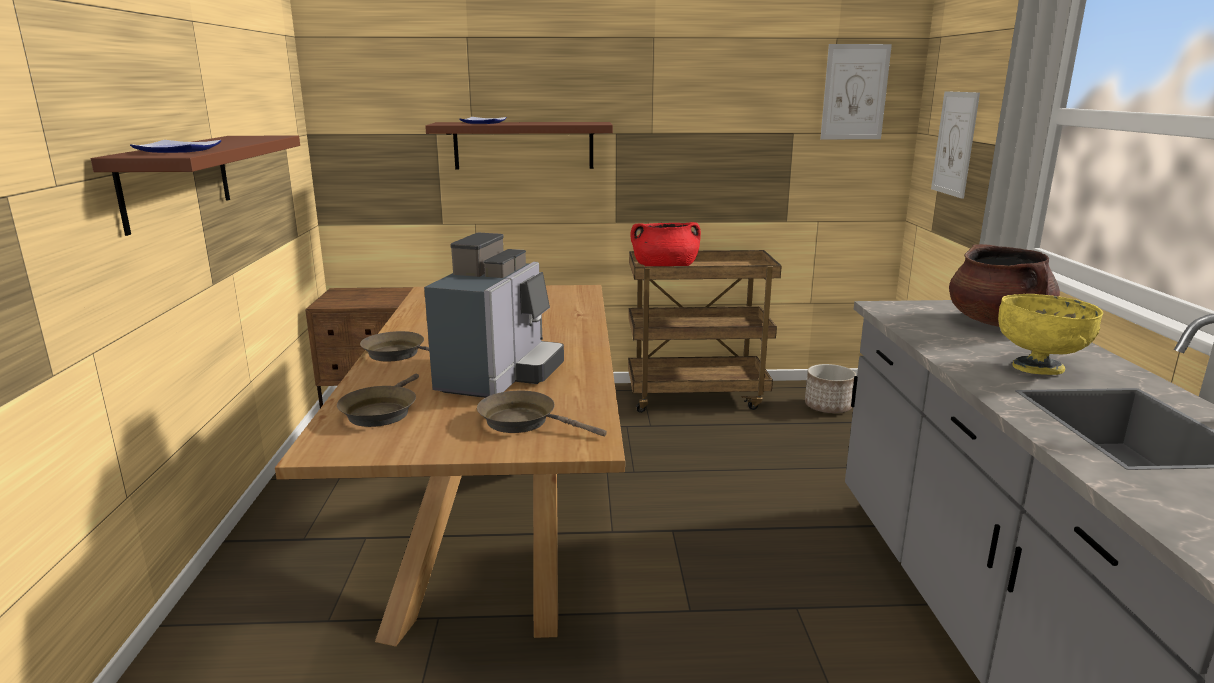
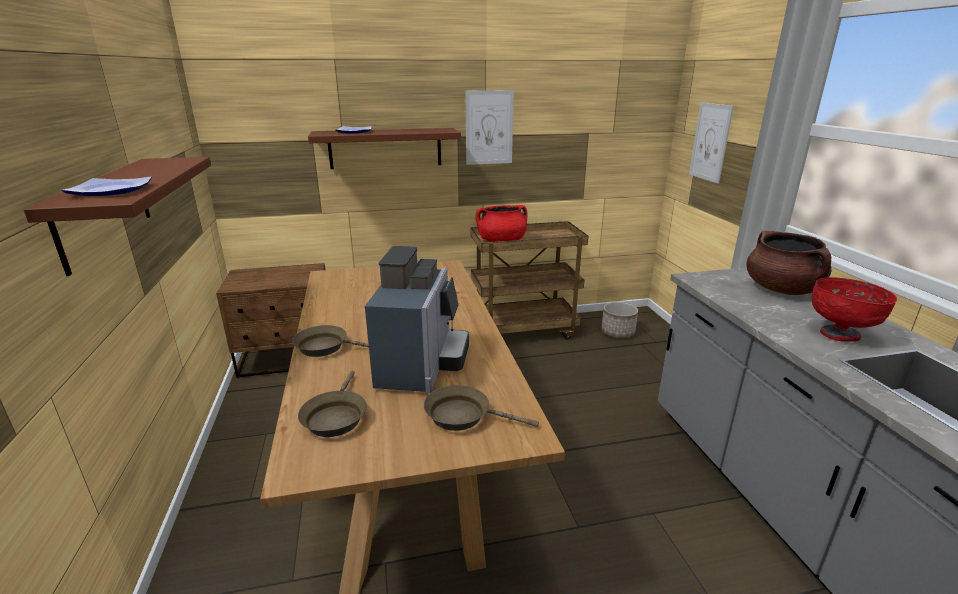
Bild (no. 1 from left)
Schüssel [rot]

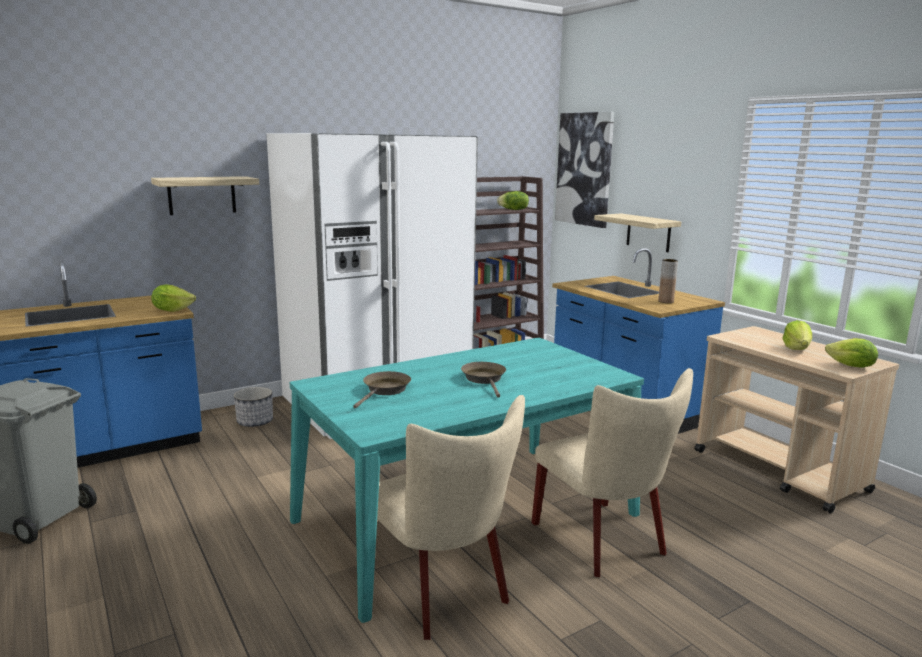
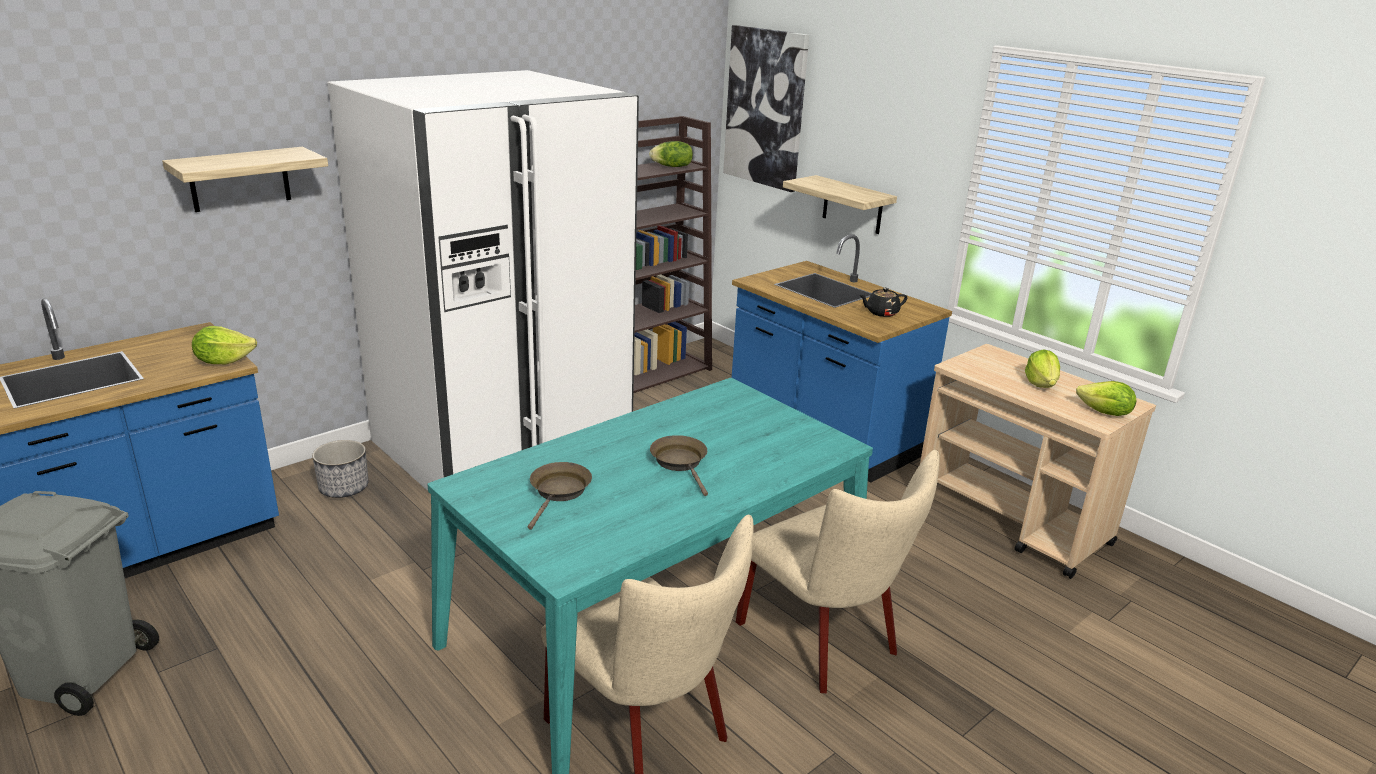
Teekanne [schwarz]

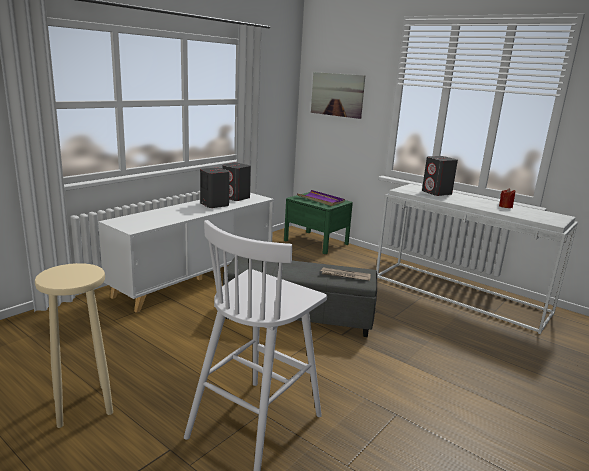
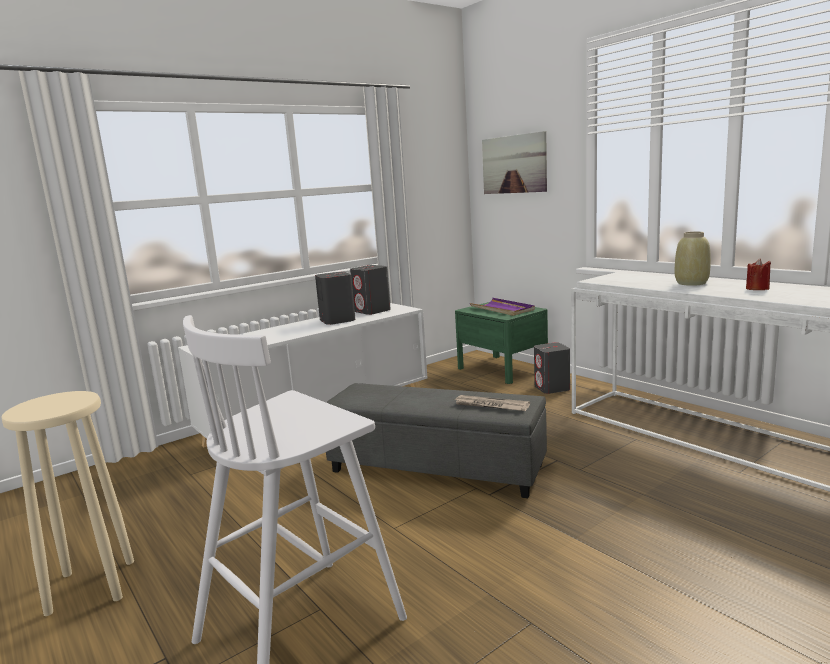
Lautsprecher [grau] (no. 3 from left)
Vase [beige]

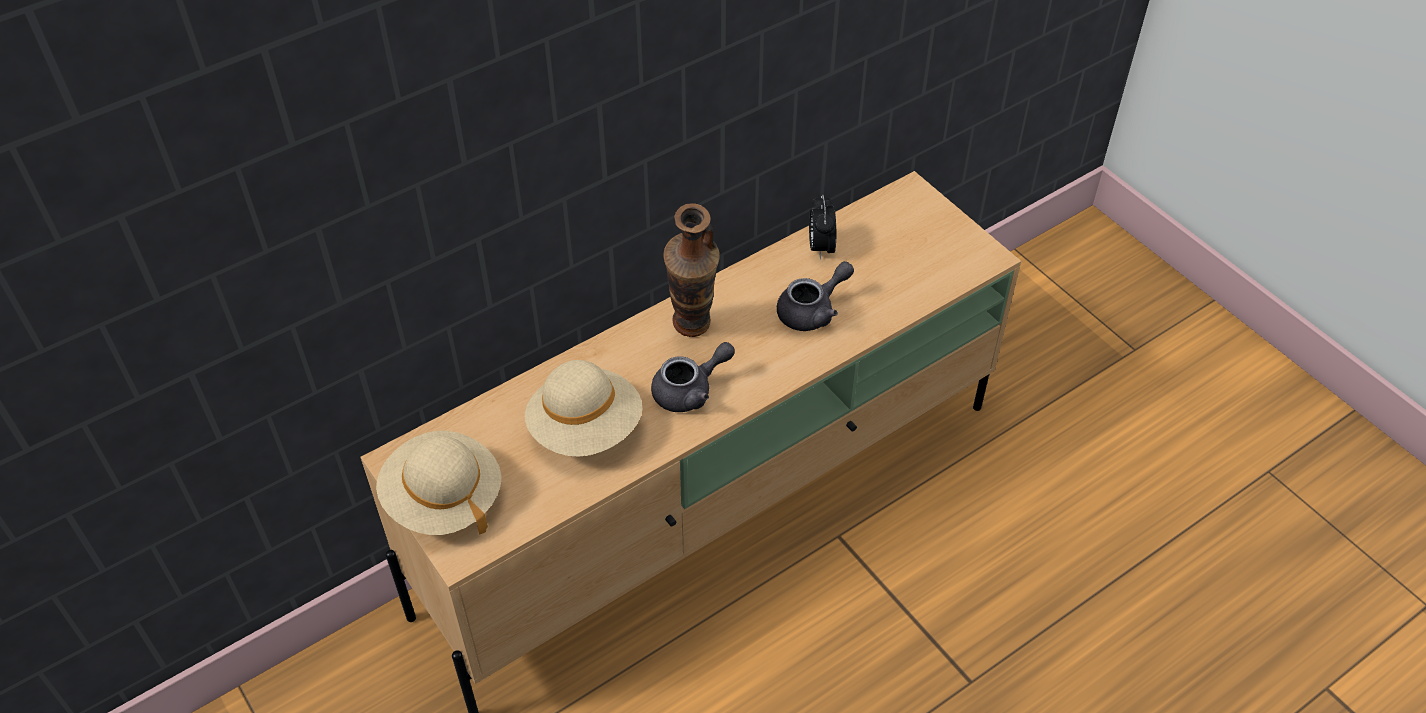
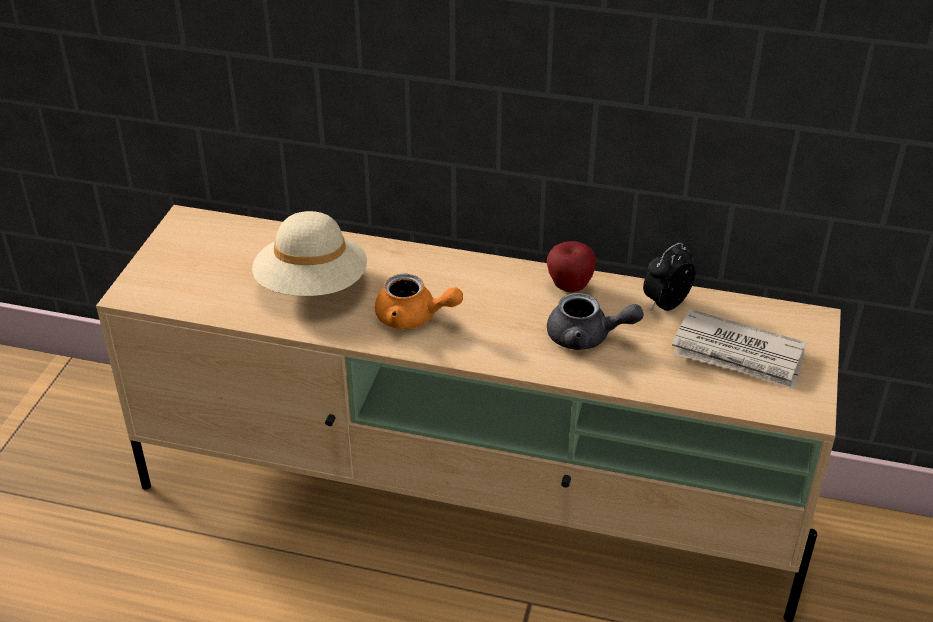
Teekanne [orange]
Apfel
Zeitung
Hut [beige] (no. 1 from left in the first image)
Vase

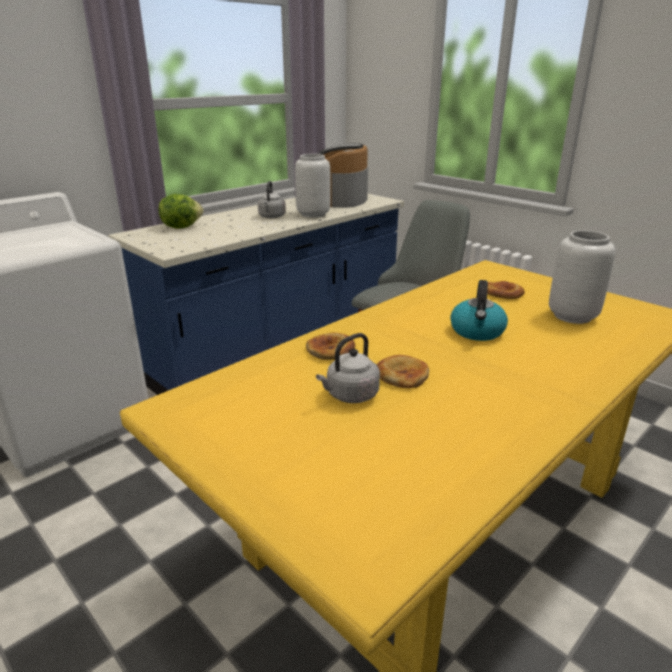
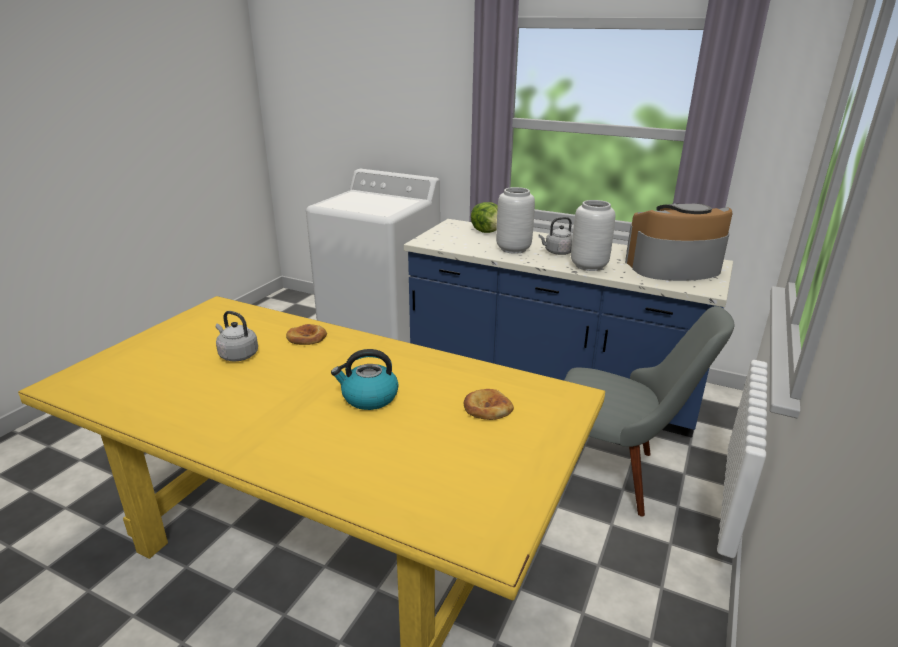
Vase [grau] (no. 1 from left)
Brot (no. 2 from left in the first image)

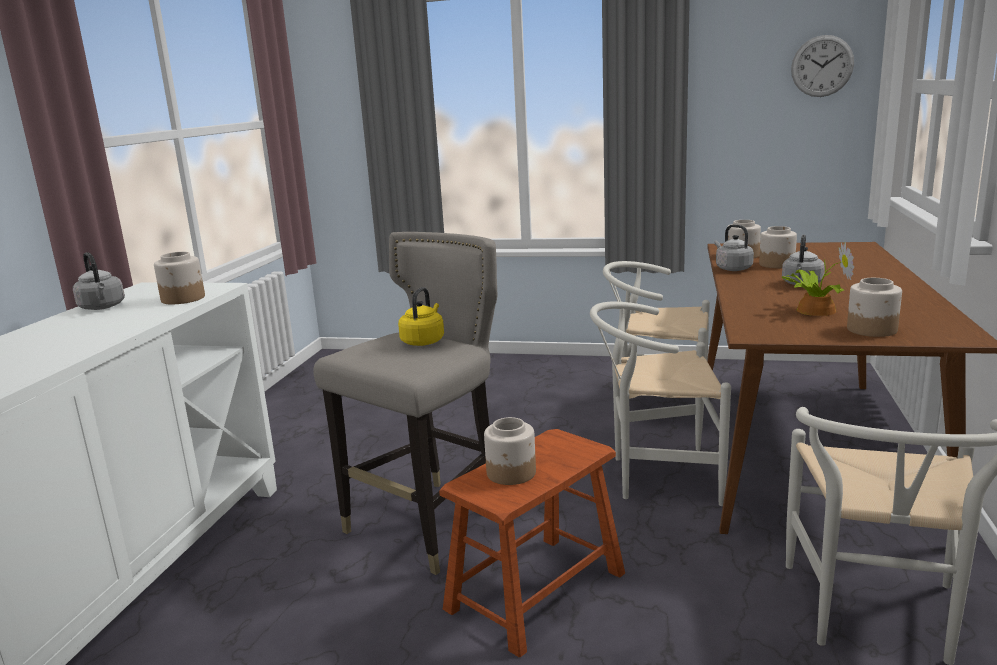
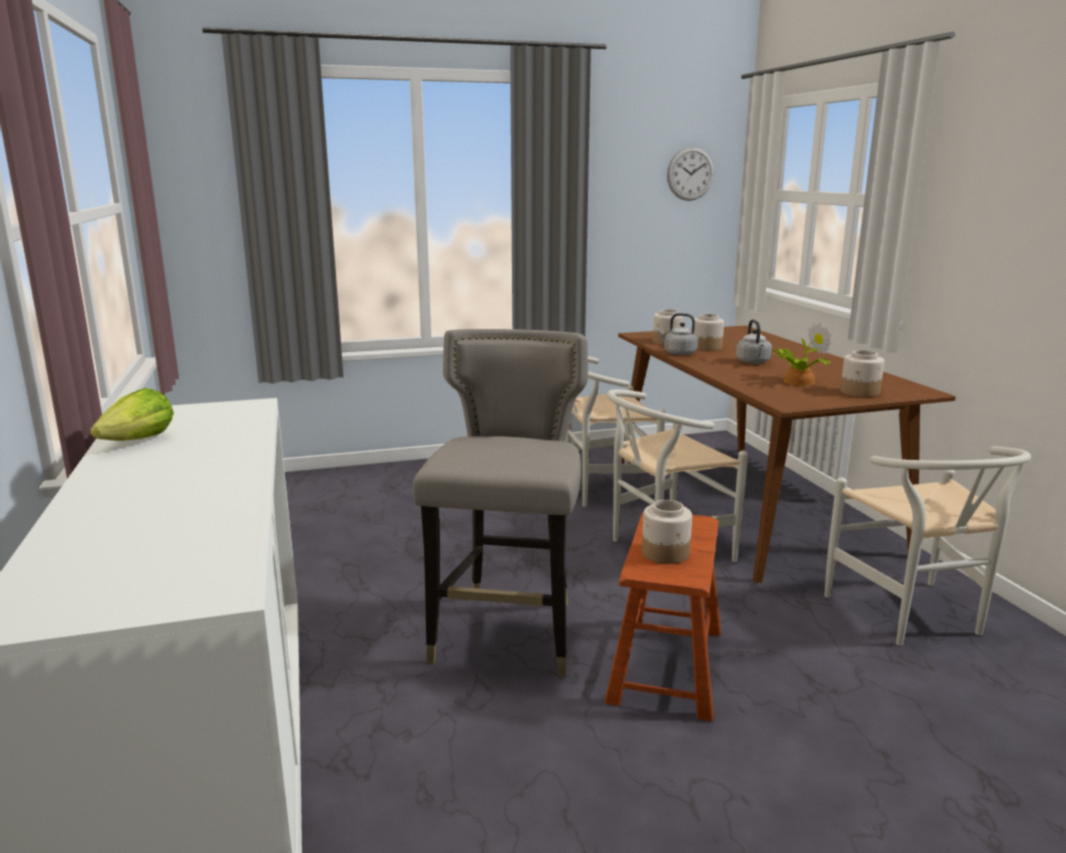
Salatkopf
Vorratsglas (no. 1 from left in the first image)
Wasserkessel [gelb]

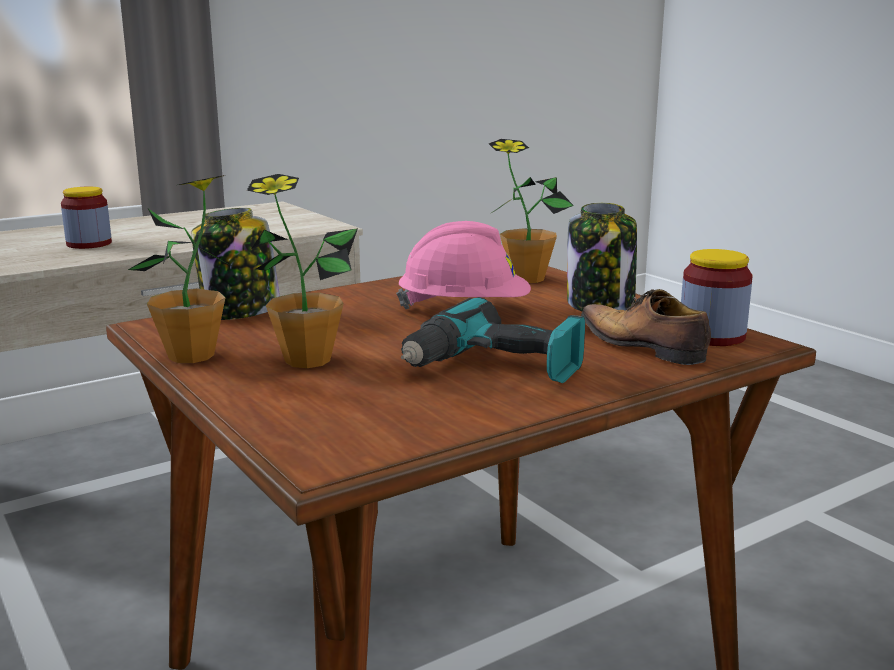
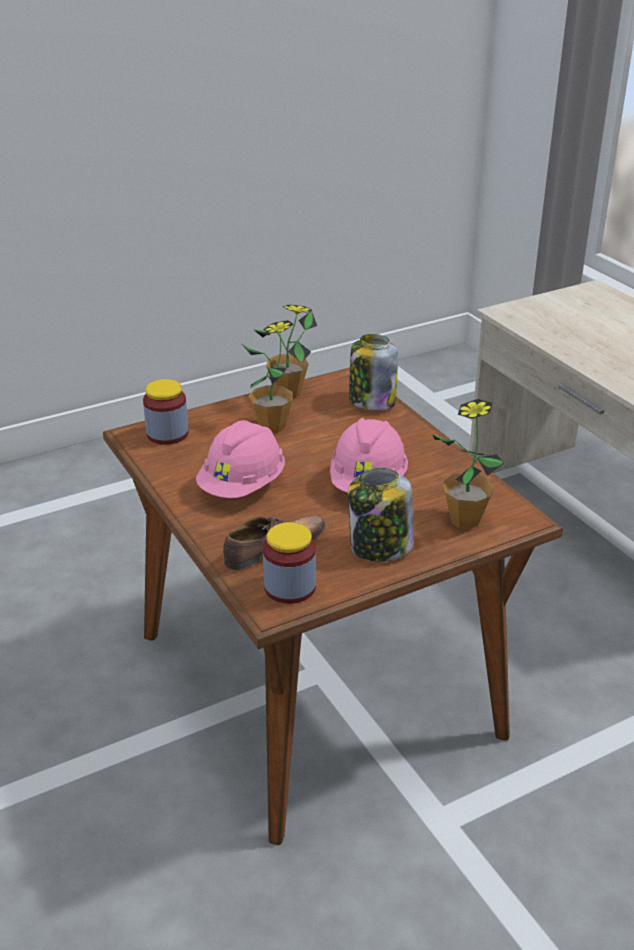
Vorratsglas (no. 1 from left)
Schutzhelm [rosa] (no. 1 from left)

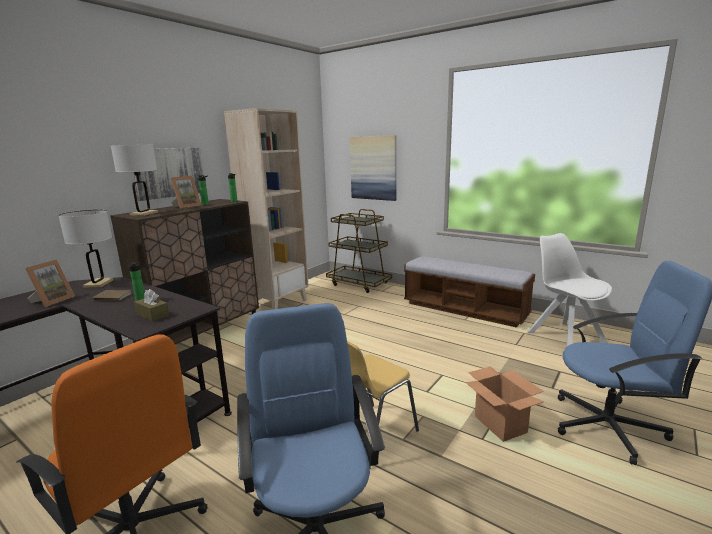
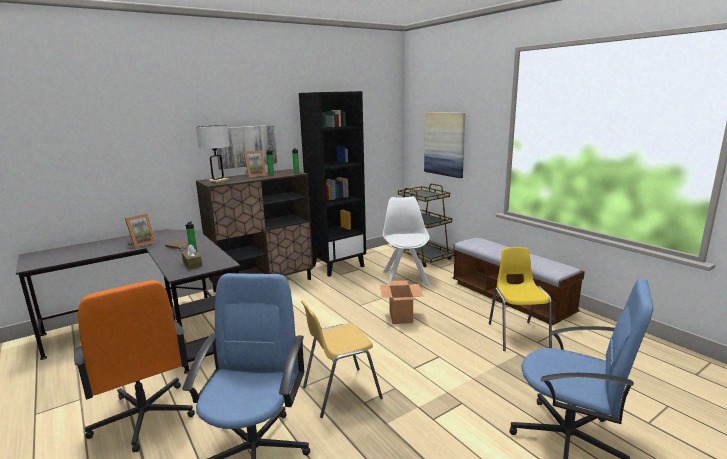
Bücherregal [schwarz]
Karton
Stuhl [weiß]
Stuhl [gelb] (no. 2 from left)
Tischlampe [weiß] (no. 1 from left in the first image)

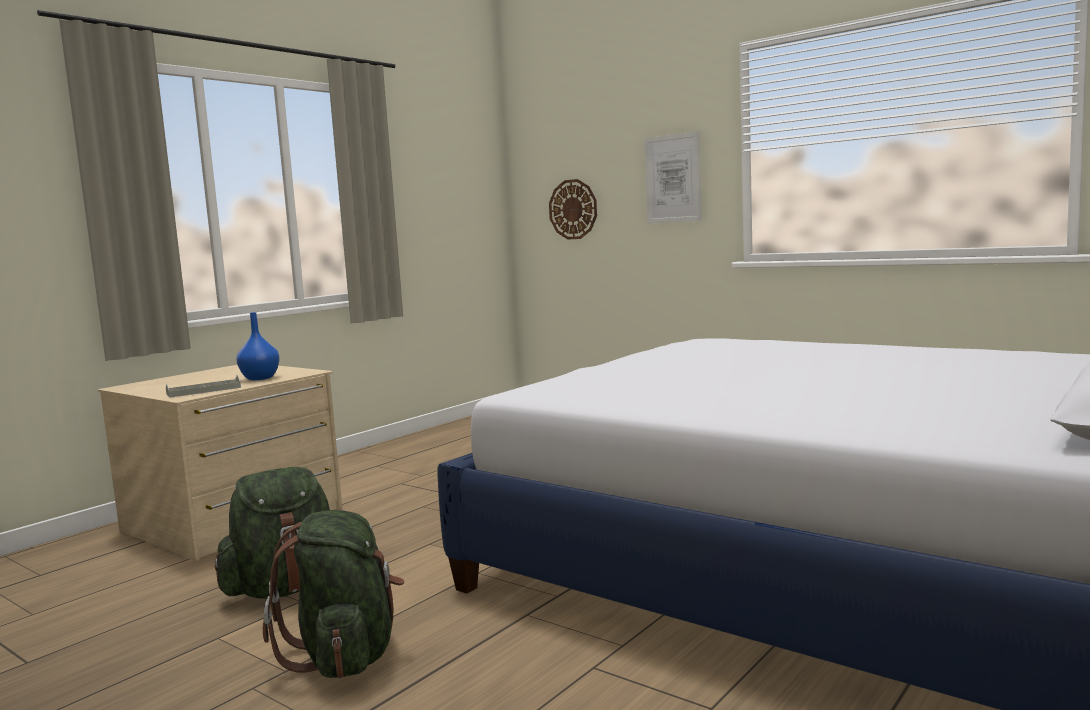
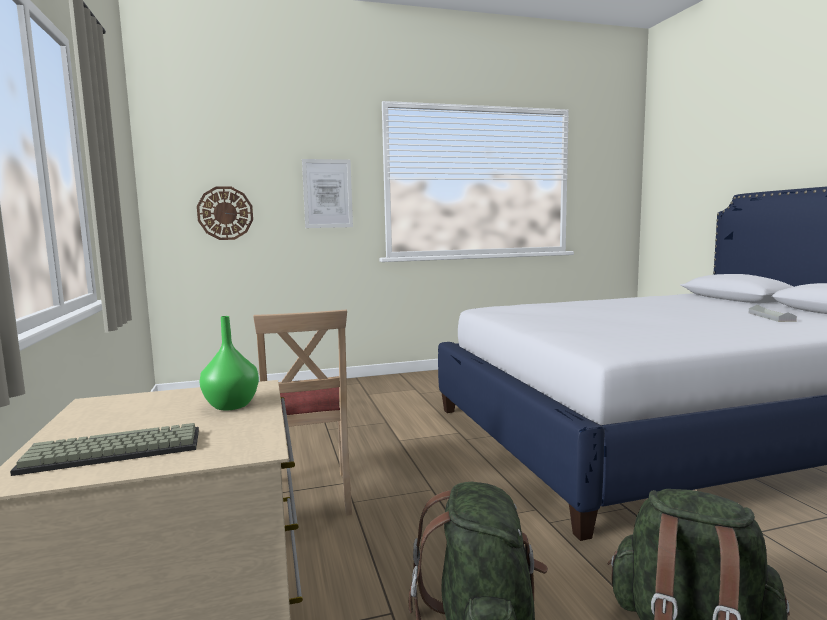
Tastatur
Vase [grün]
Stuhl [beige]
Tablett [grau]

